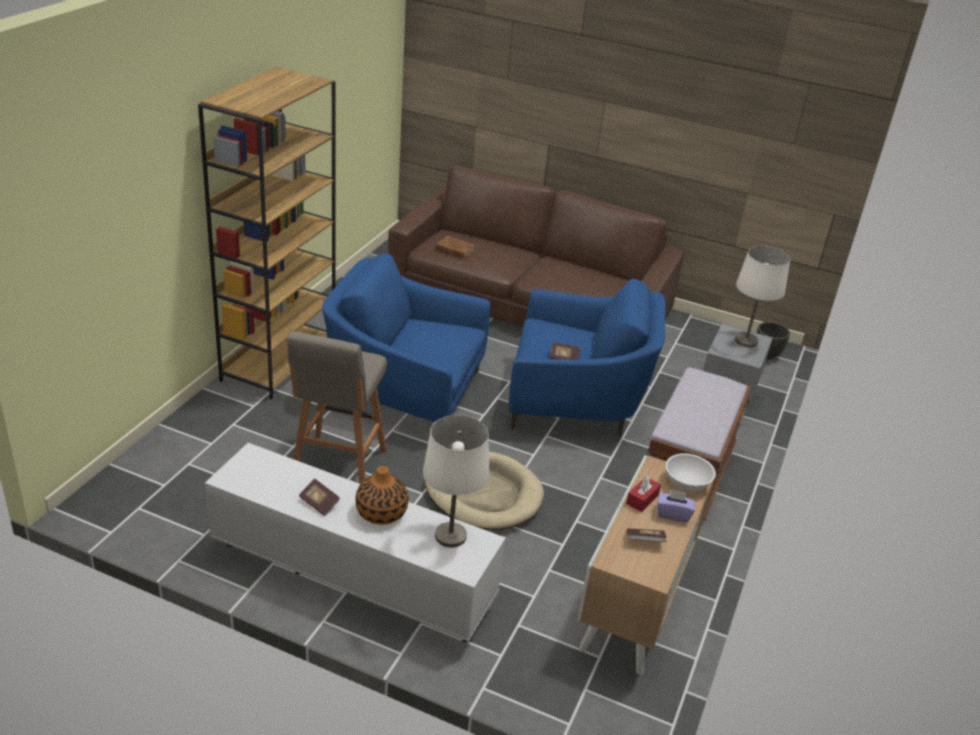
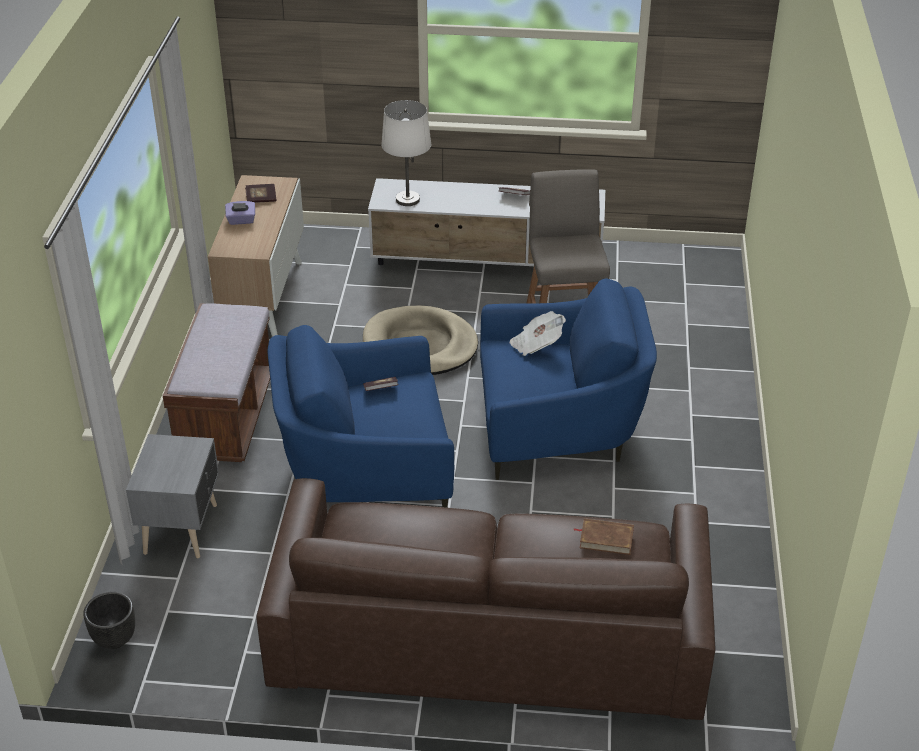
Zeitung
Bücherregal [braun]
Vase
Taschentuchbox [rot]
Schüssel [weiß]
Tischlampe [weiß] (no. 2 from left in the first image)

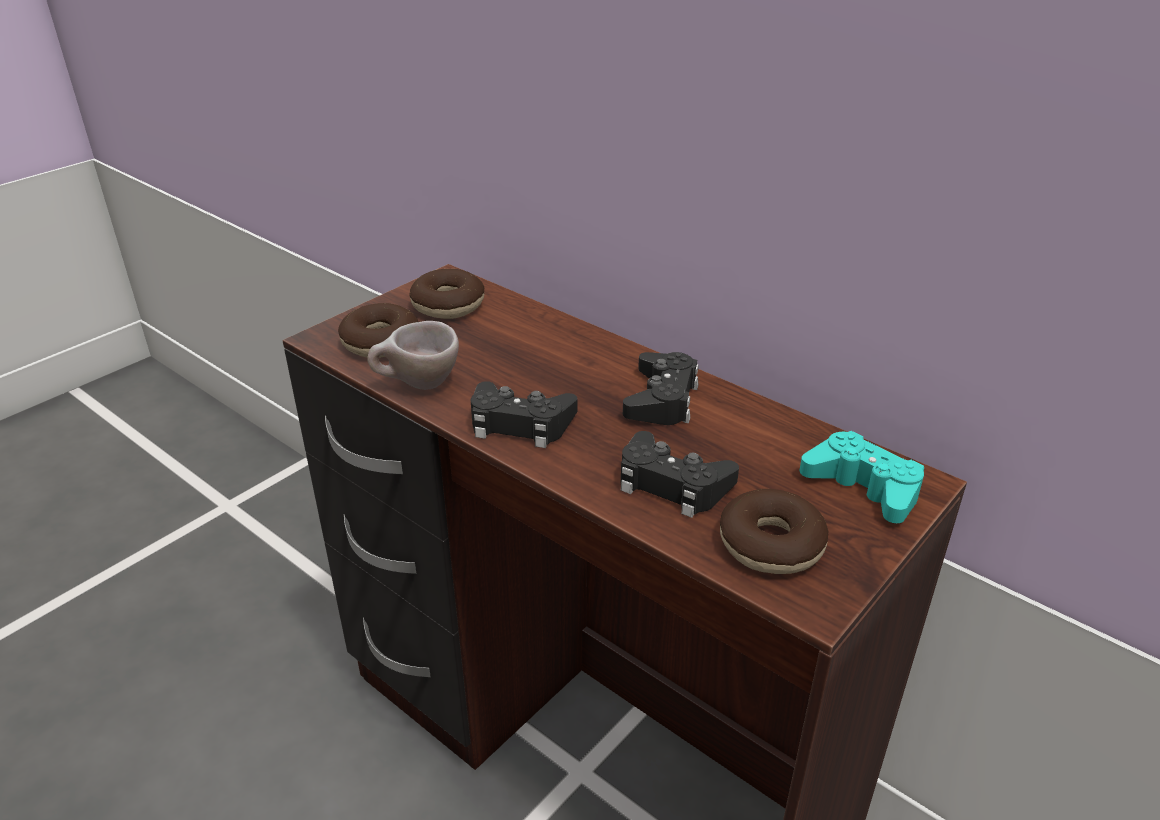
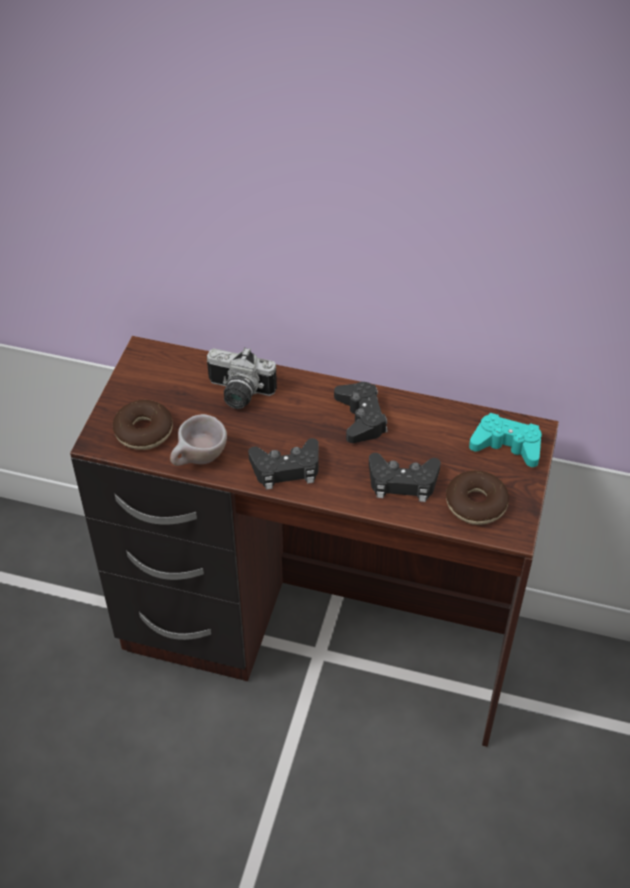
Kamera
Donut (no. 2 from left in the first image)

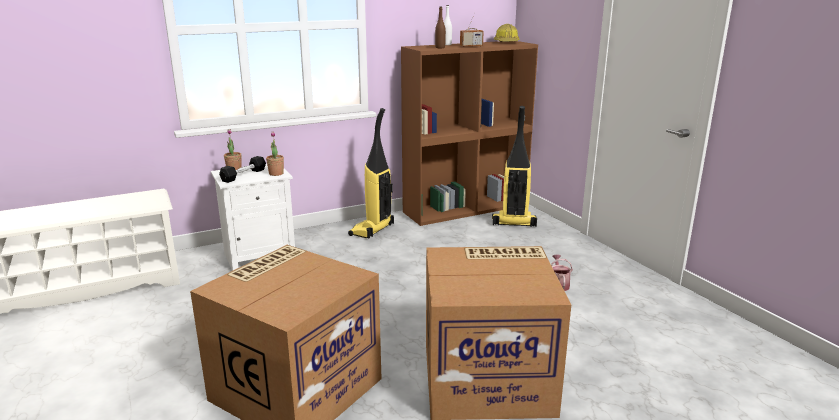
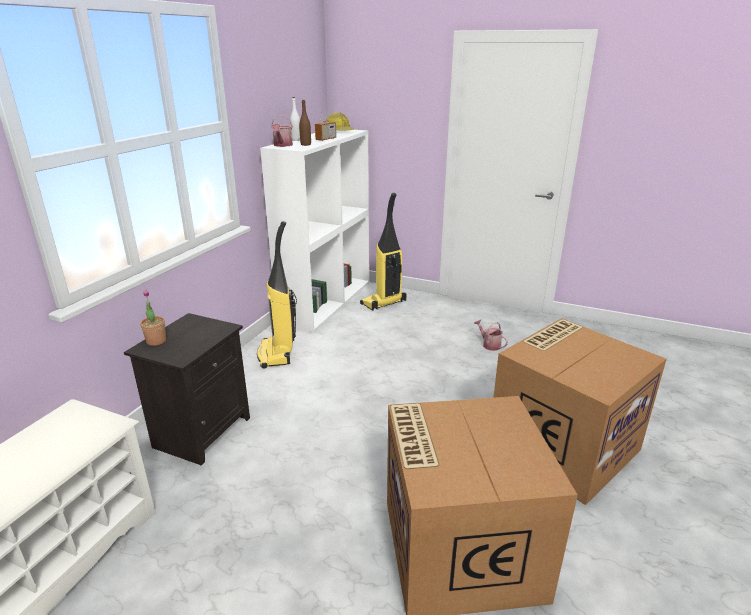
Nachttisch [schwarz]
Bücherregal [weiß]
Gießkanne (no. 1 from left)
Hantel [schwarz]
Topfpflanze (no. 2 from left in the first image)

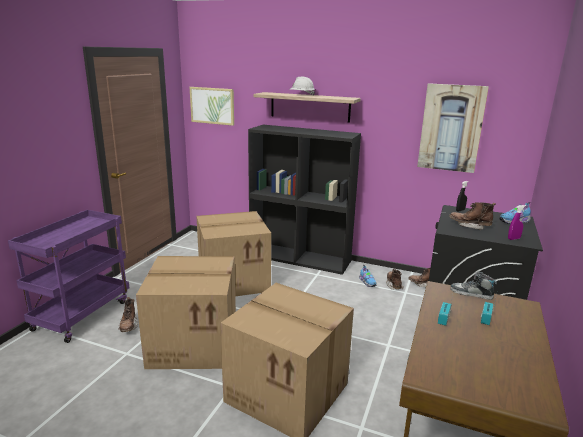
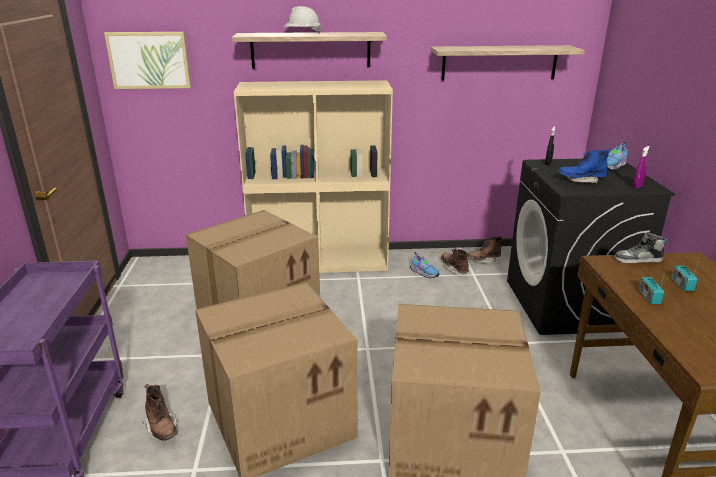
Bücherregal [beige]
Wandregal (no. 2 from left)
Stiefel [blau]

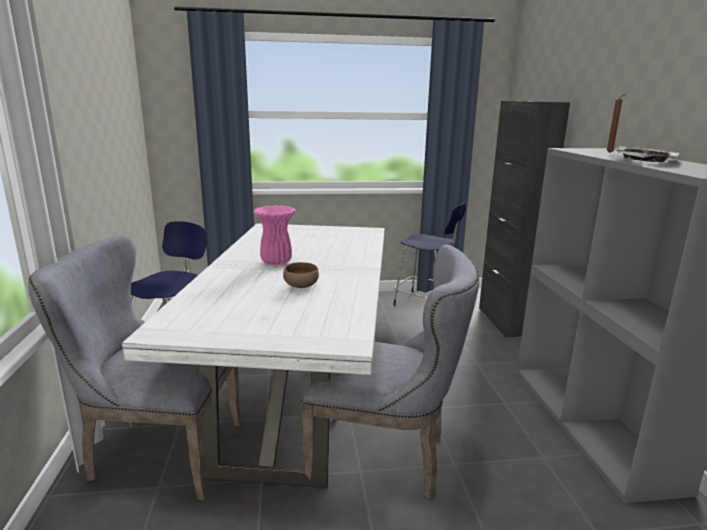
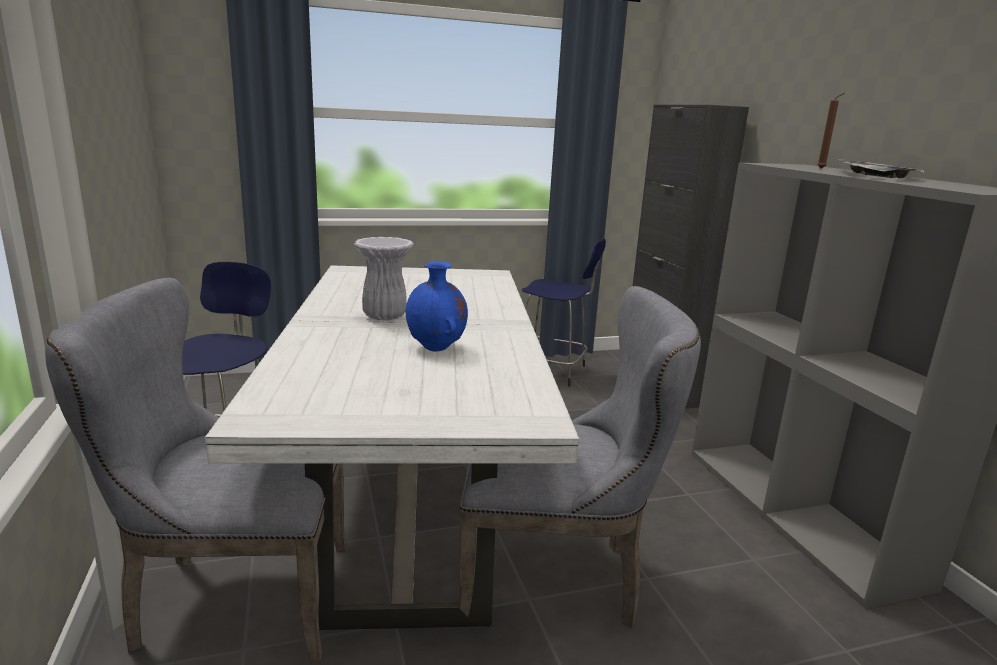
Vase [weiß]
Vase [blau]

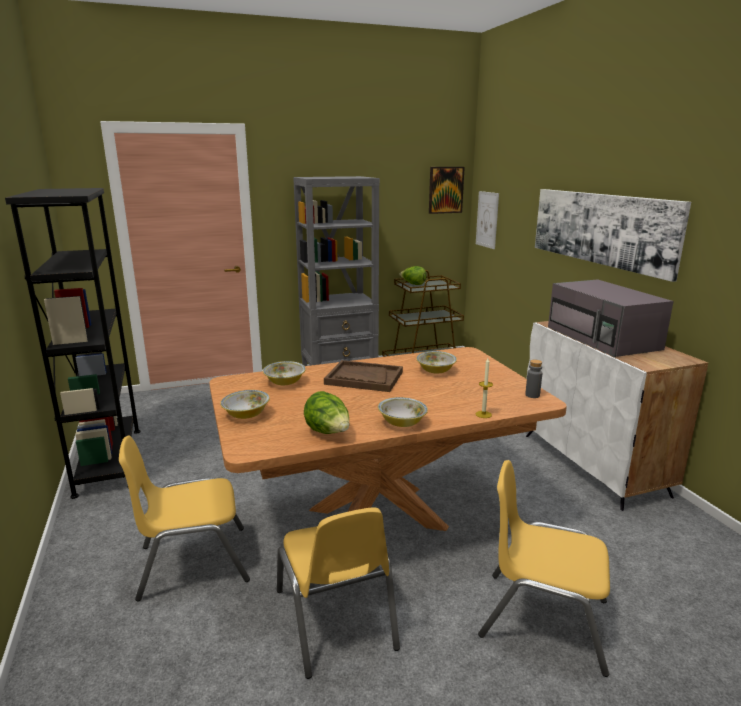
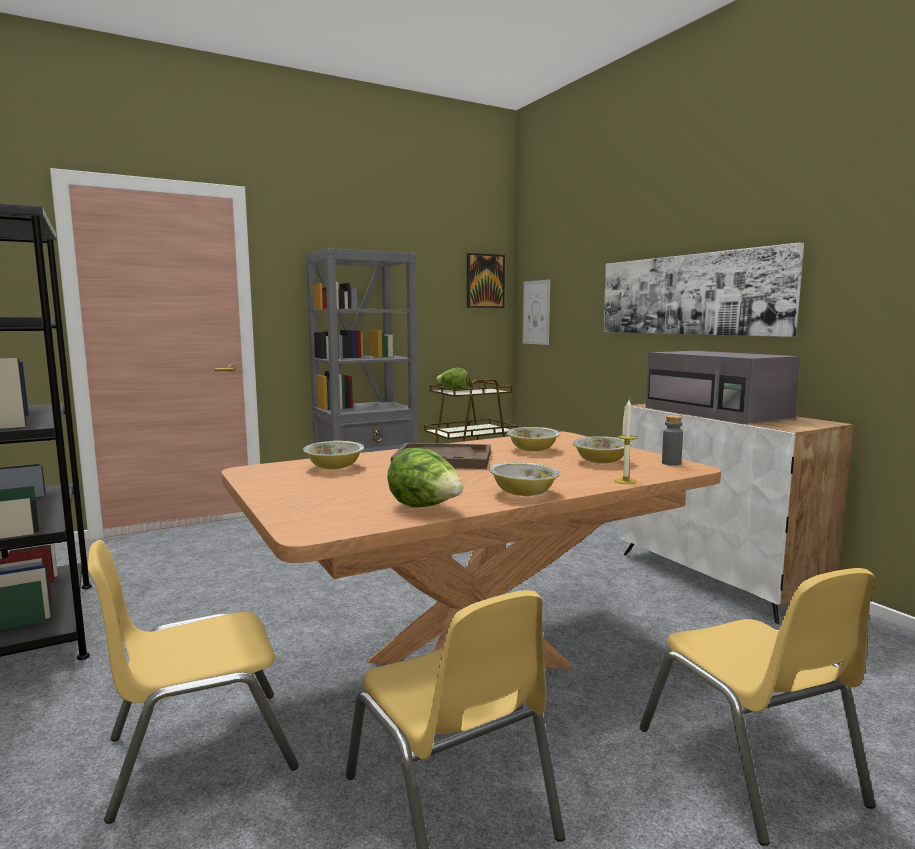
Schüssel (no. 4 from left)
Stuhl [gelb] (no. 3 from left)

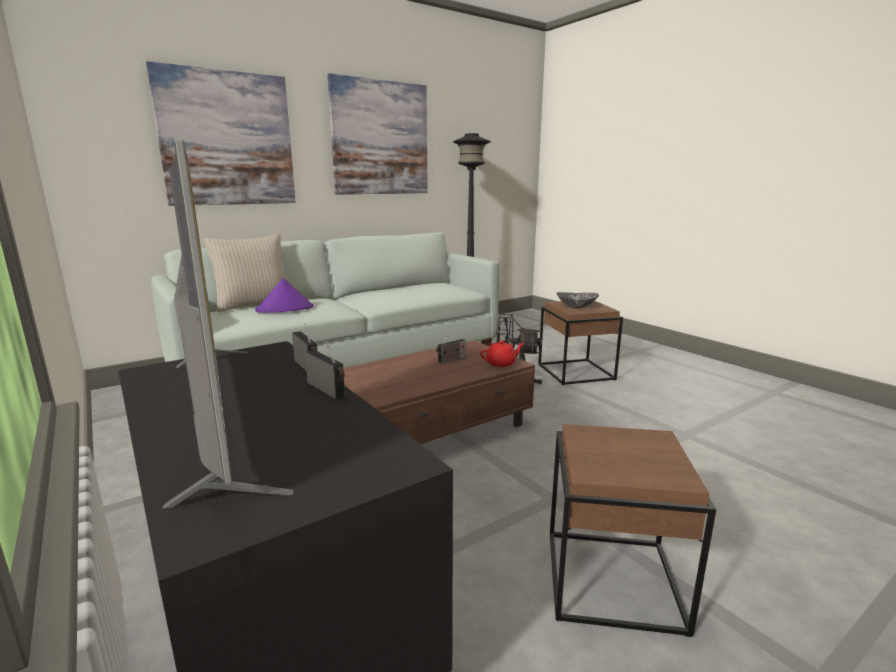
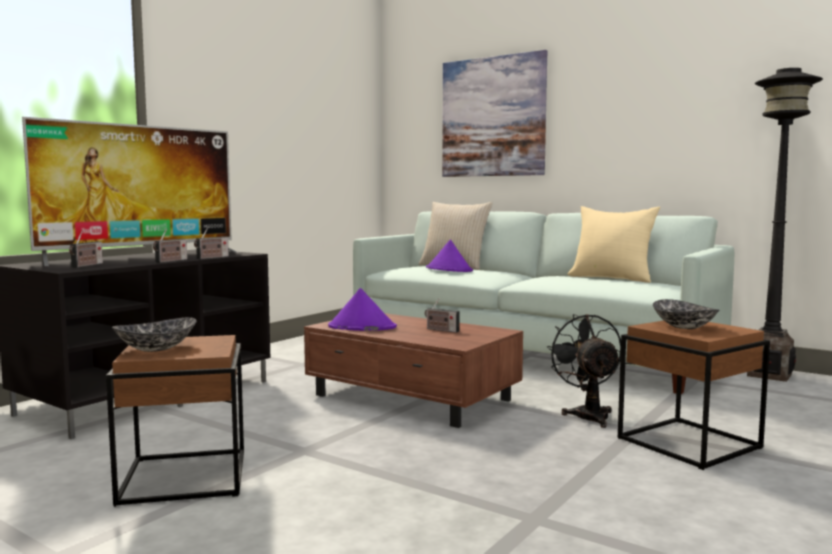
Radio (no. 1 from left)
Schüssel (no. 1 from left)
Hut [lila] (no. 1 from left)
Kissen [beige] (no. 2 from left)
Bild (no. 2 from left in the first image)
Teekanne [rot]

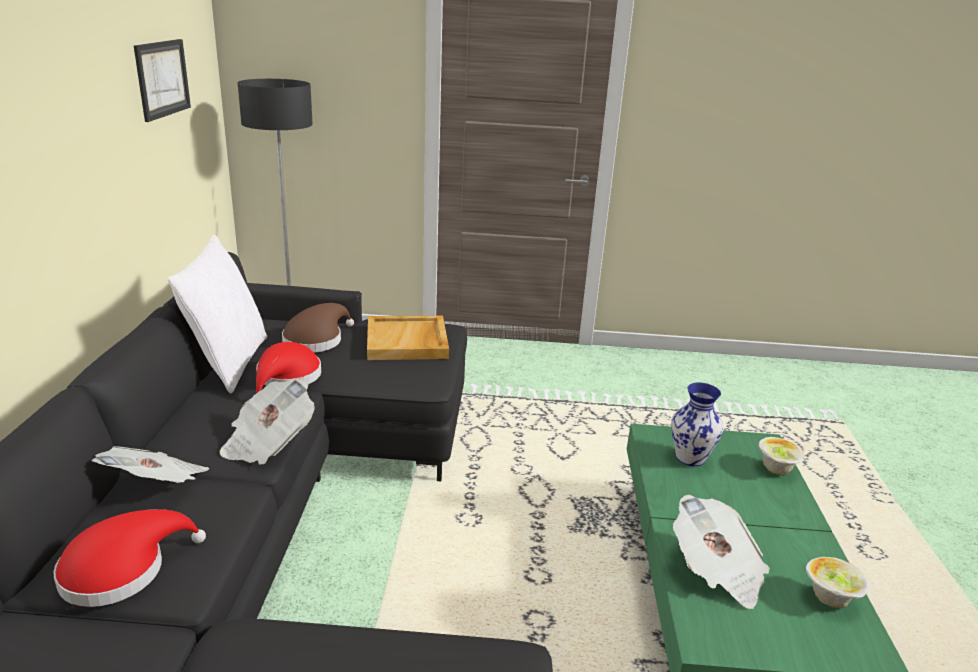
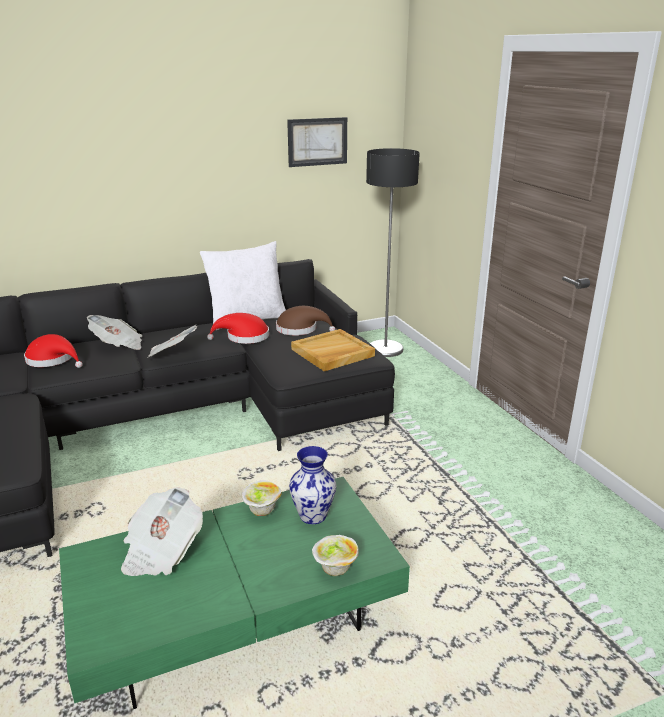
Schüssel (no. 1 from left)

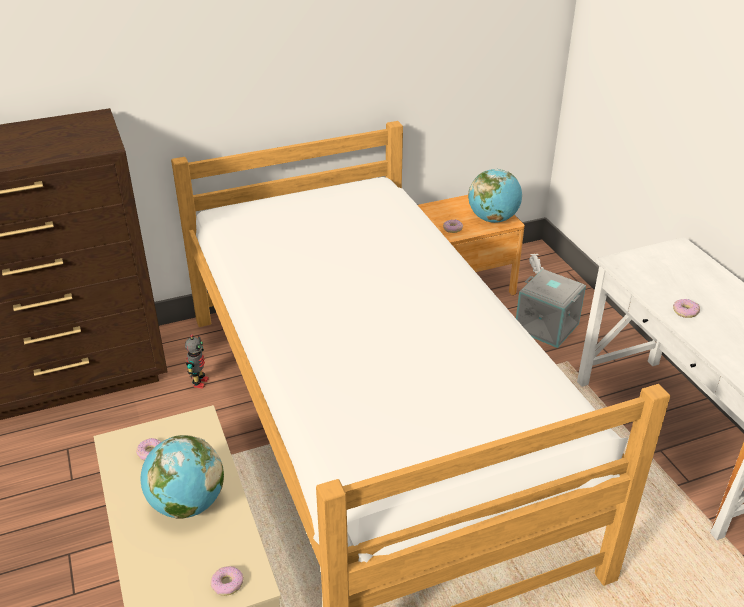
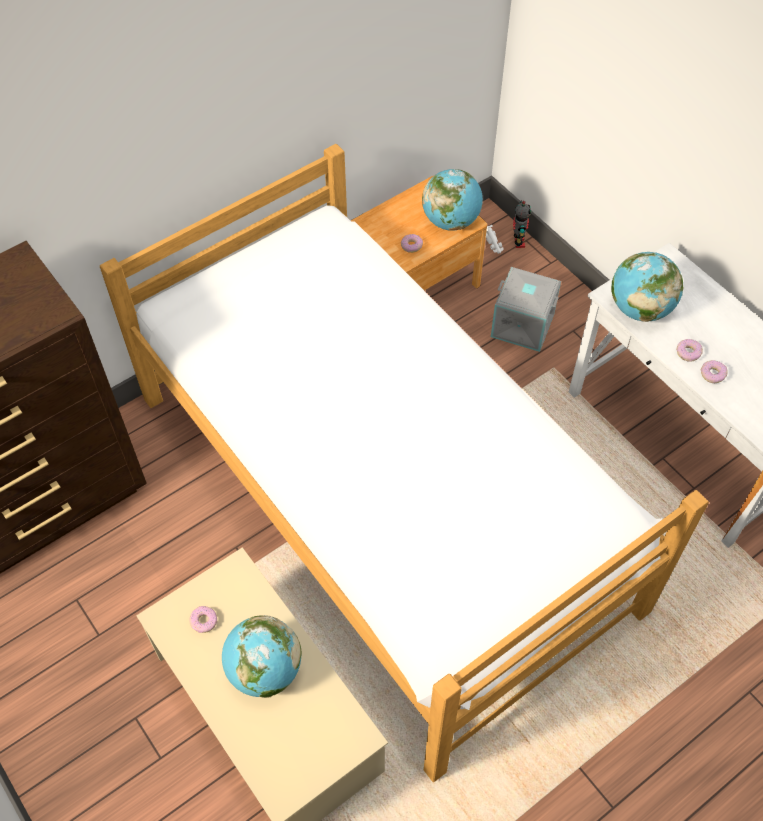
Spielzeugroboter
Globus (no. 3 from left)
Donut (no. 4 from left)

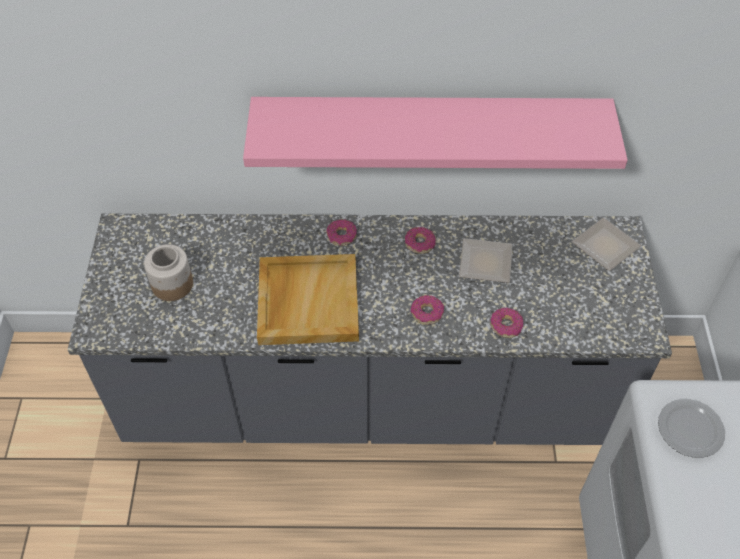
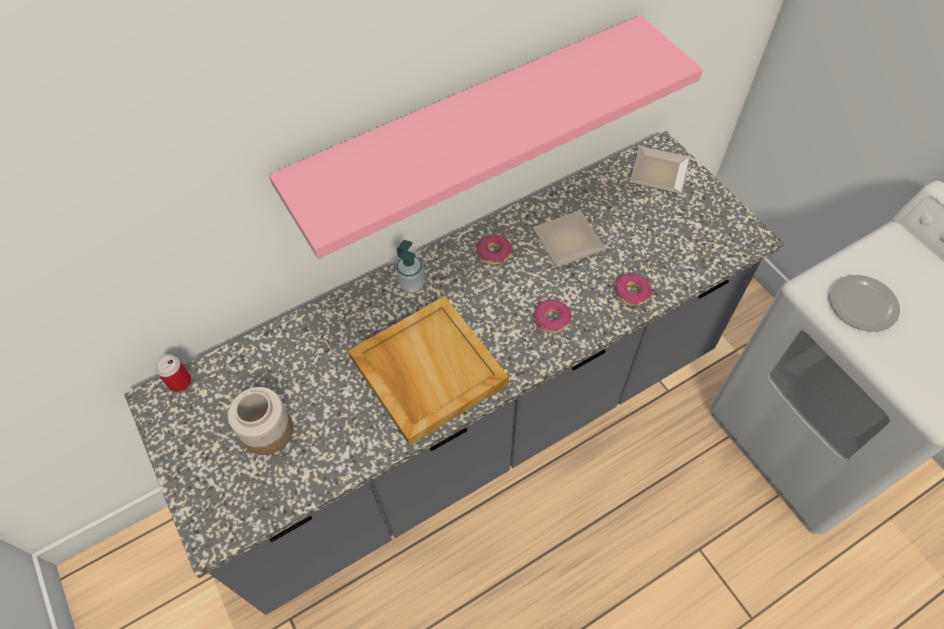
Dose
Seifenspender

